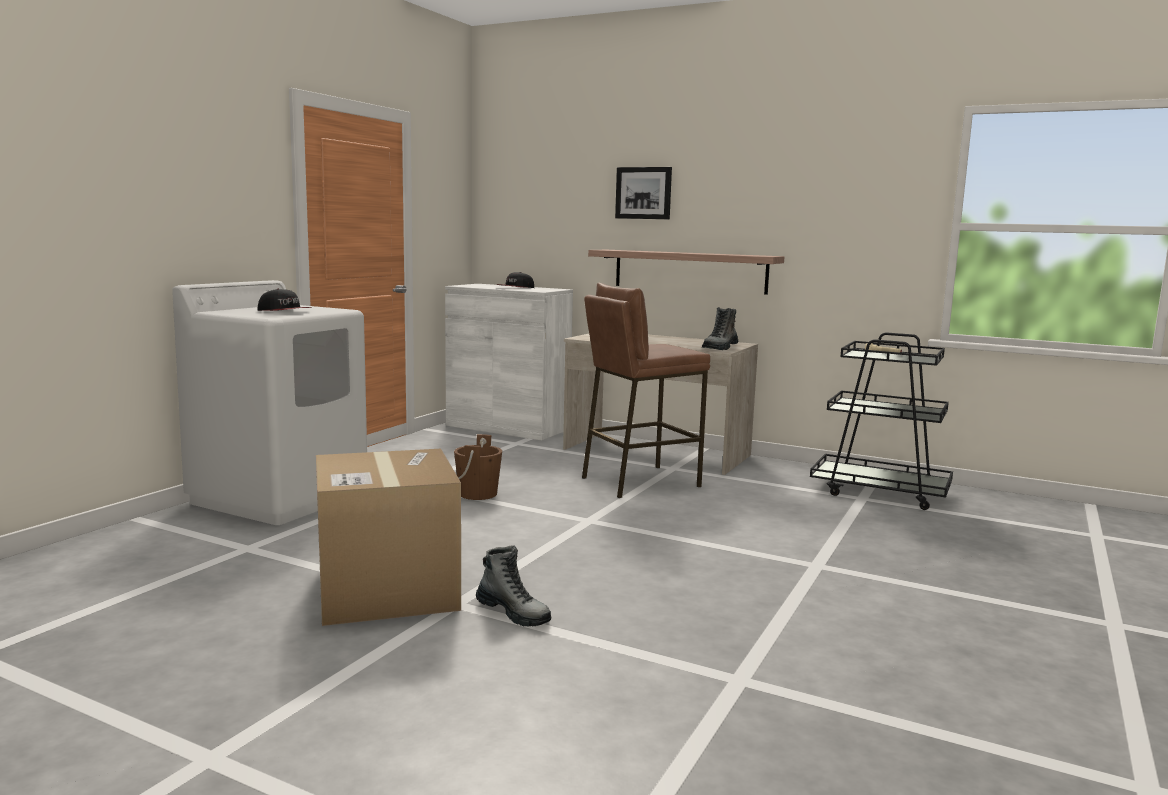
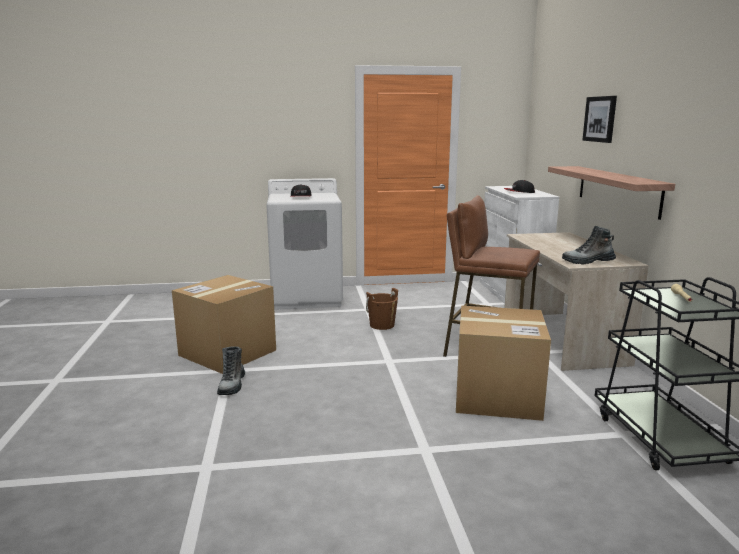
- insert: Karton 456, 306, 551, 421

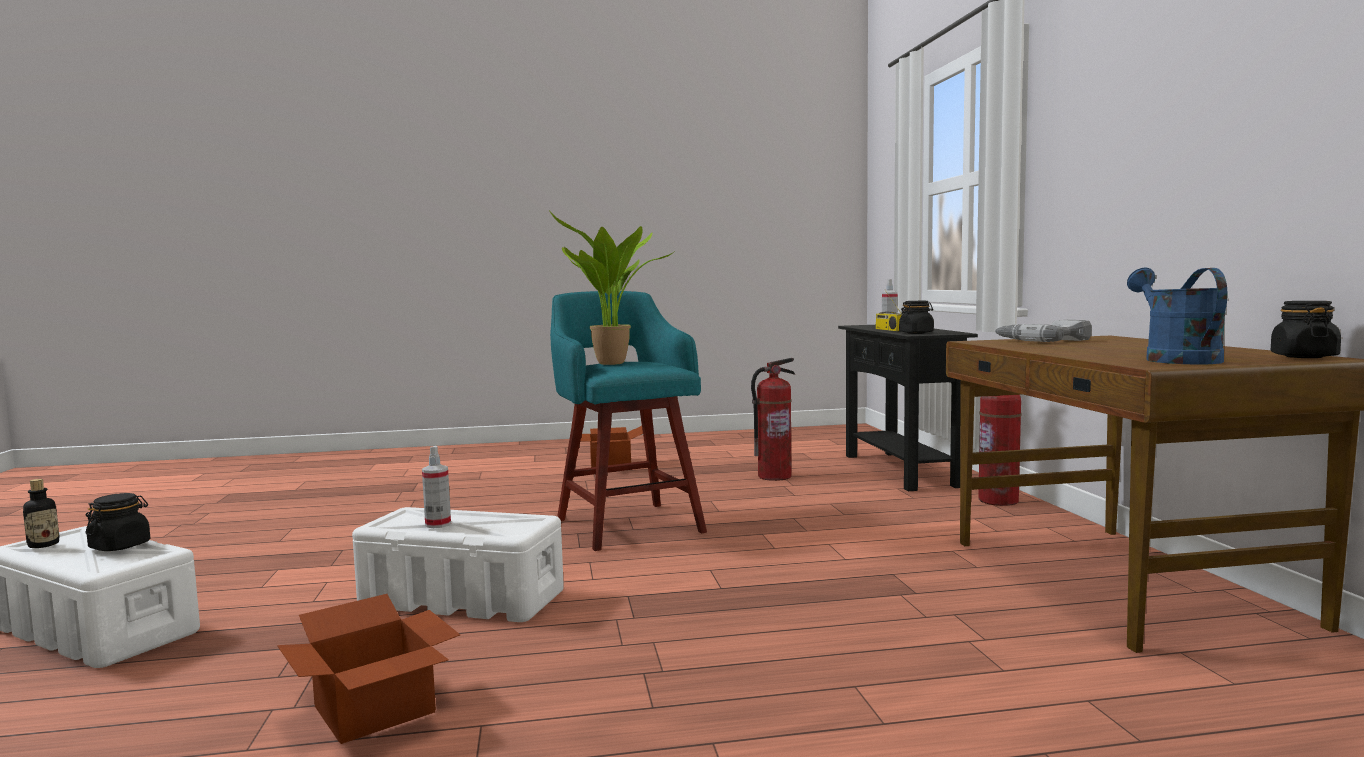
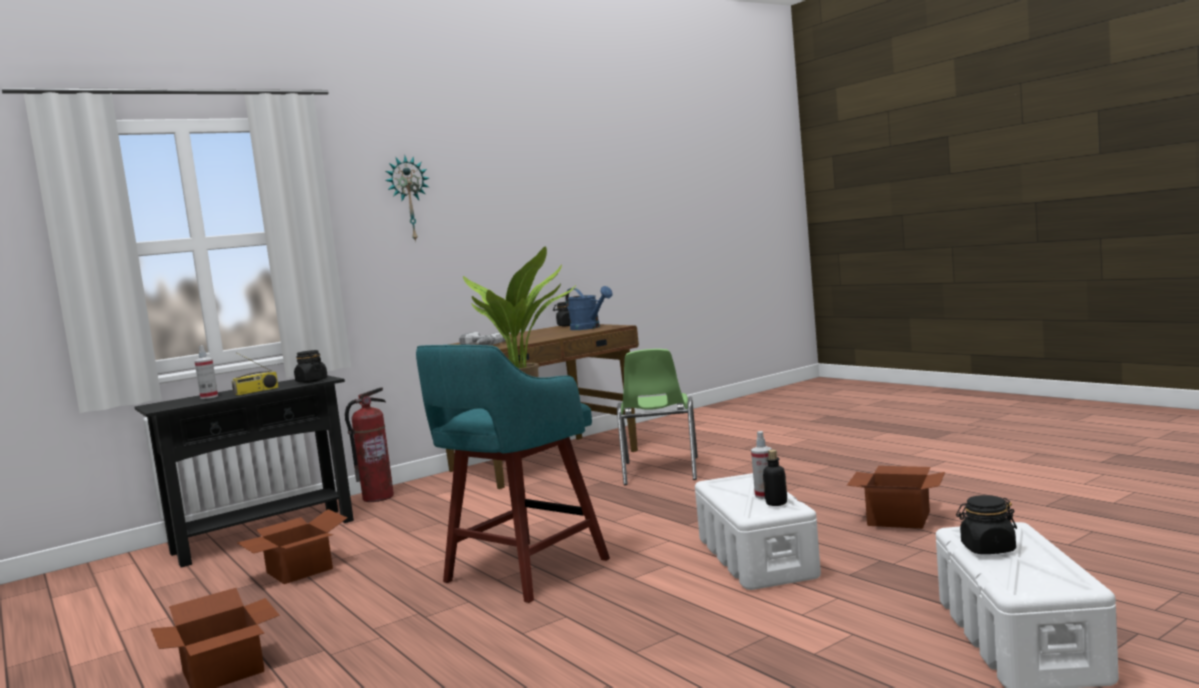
- insert: Wanduhr 385, 155, 429, 242
- insert: Stuhl/grün 617, 349, 698, 485
- move: Flasche 23, 479, 60, 548 to 763, 450, 787, 506
- replace: Feuerlöscher 751, 358, 795, 481 to Karton 237, 509, 347, 584
- rotate: Gießkanne/blau 1127, 268, 1228, 365 = 565, 286, 612, 330 105 degrees counterclockwise

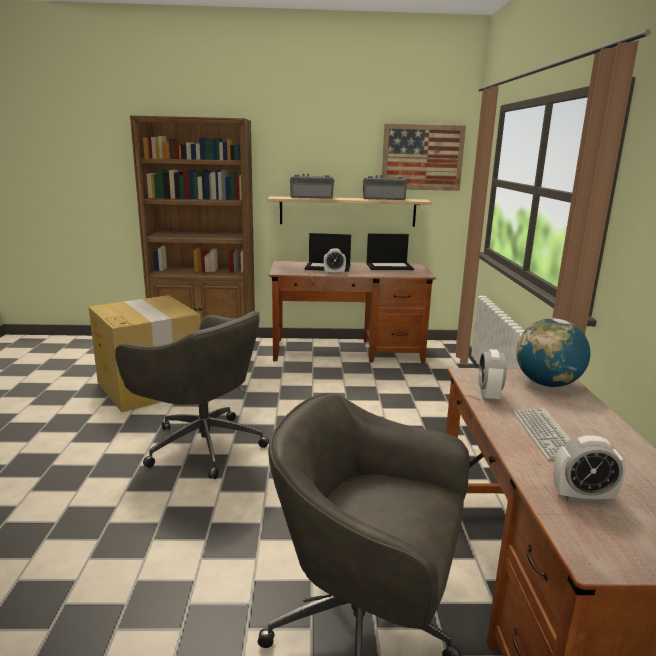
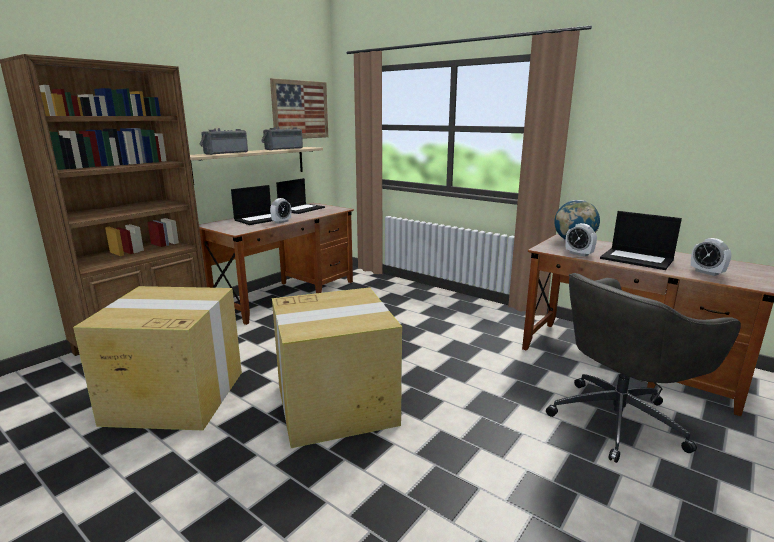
- replace: Bürostuhl/grau 115, 311, 269, 479 to Karton 272, 287, 402, 448
- replace: Tastatur 514, 408, 571, 461 to Laptop 600, 211, 682, 270
- rotate: Wecker 553, 435, 626, 504 = 691, 238, 731, 276 105 degrees clockwise

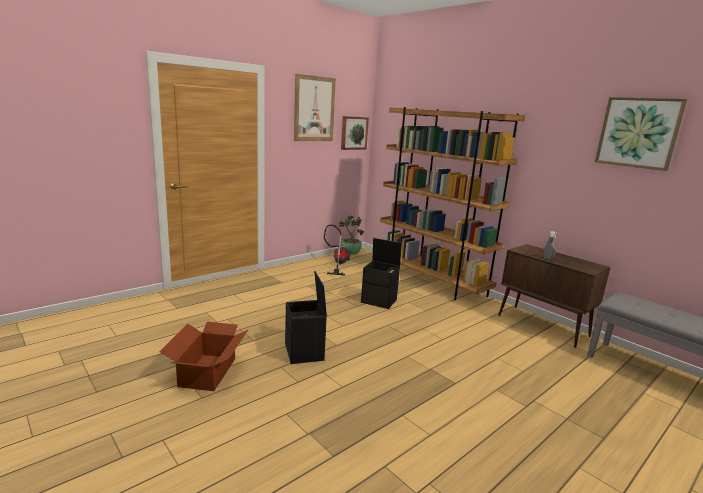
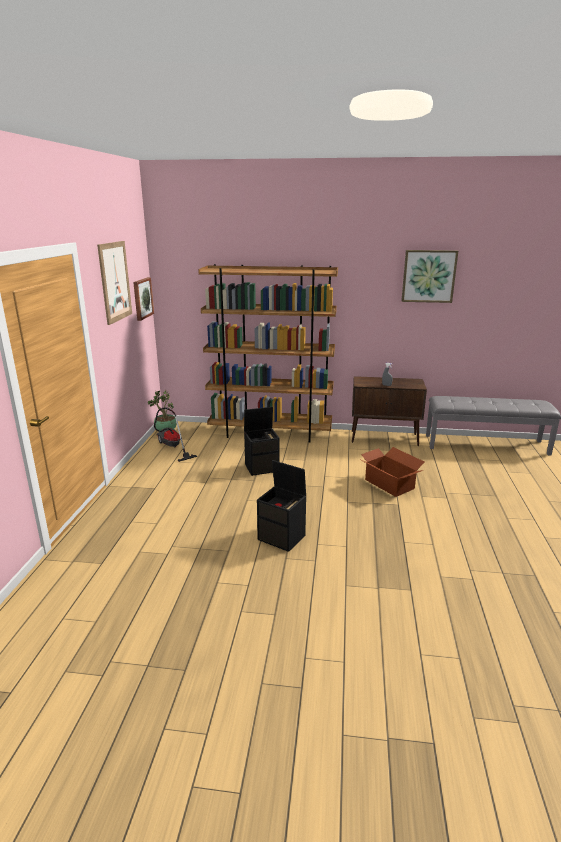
- move: Karton 160, 322, 249, 391 to 359, 447, 424, 497

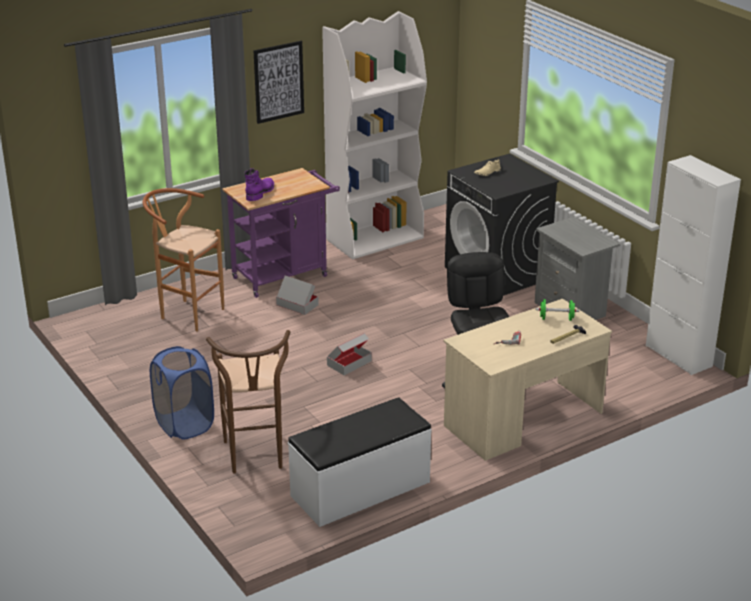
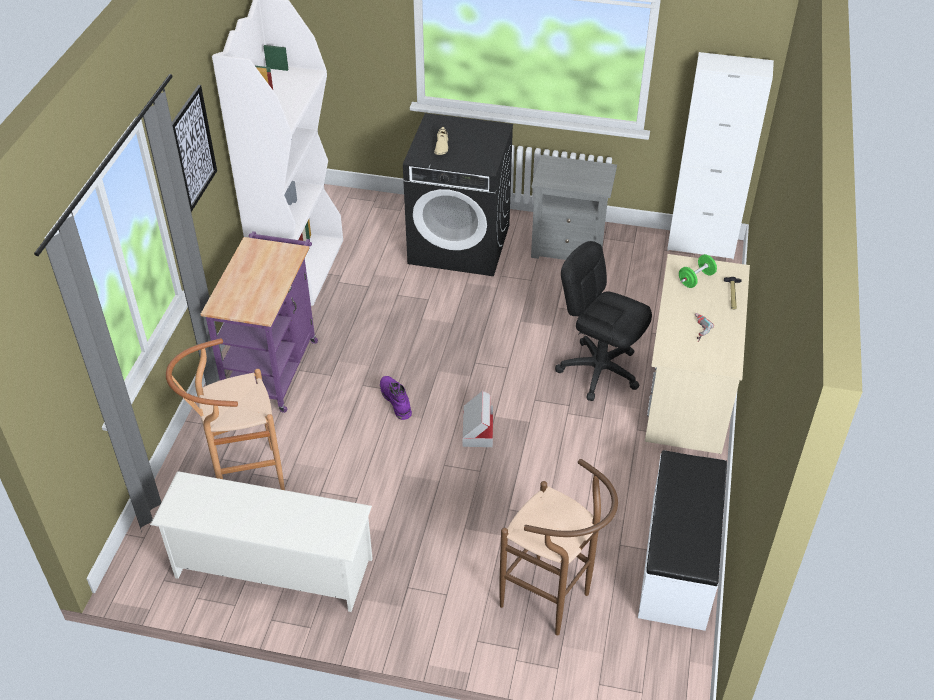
- delete: Wäschekorb/blau 150, 346, 214, 440
- delete: Karton 276, 275, 319, 315
- insert: Schuhregal/weiß 150, 471, 373, 612
- move: Stiefel/lila 244, 168, 274, 201 to 380, 376, 412, 420

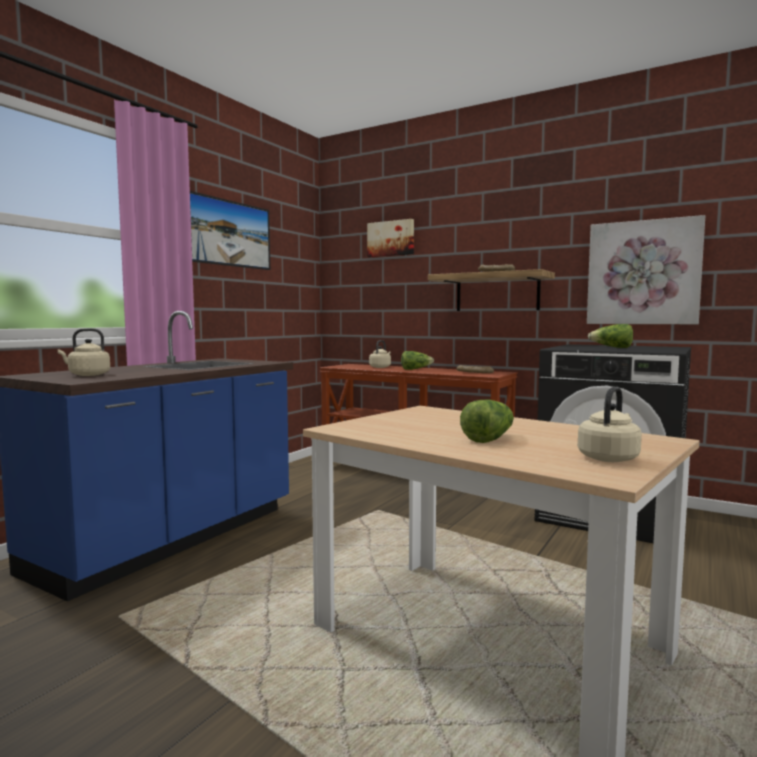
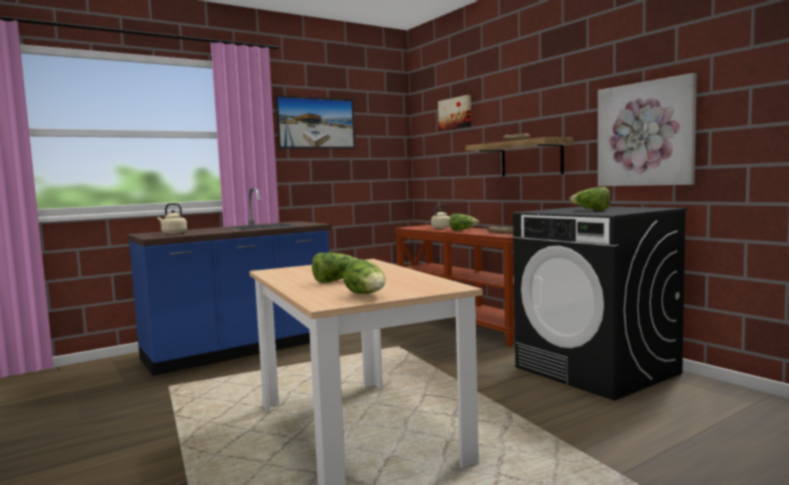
- replace: Wasserkessel/beige 578, 387, 642, 462 to Salatkopf 343, 259, 385, 294

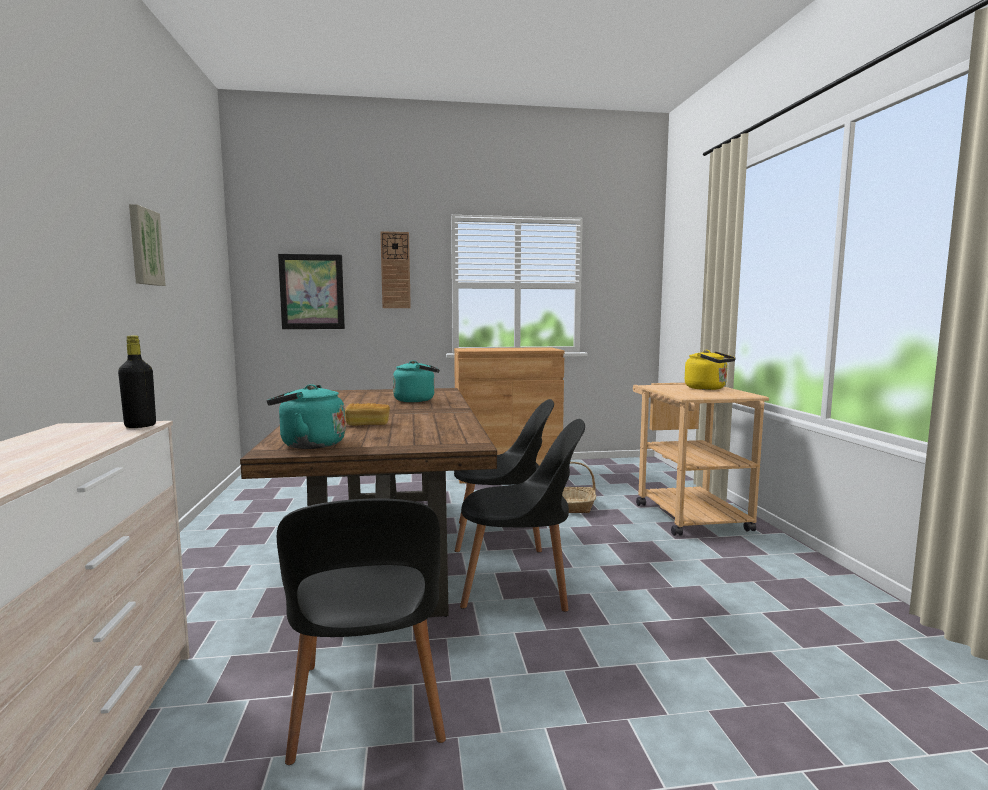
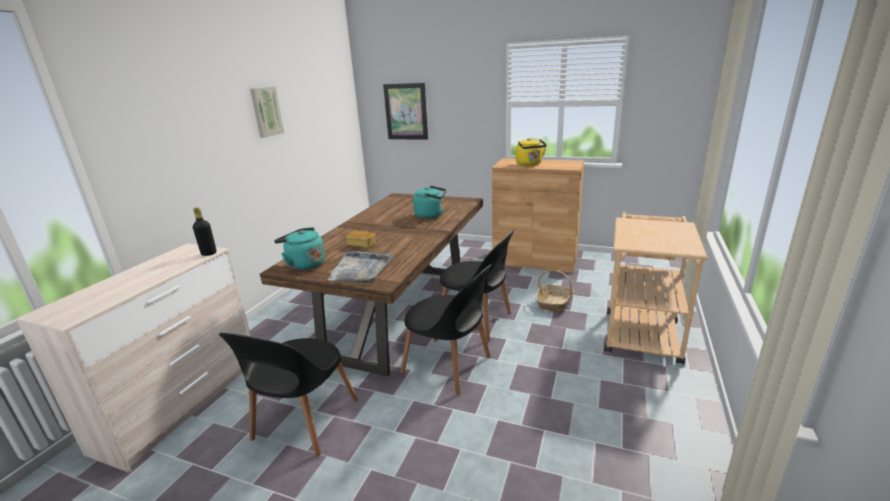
- delete: Wanduhr 380, 231, 411, 308
- insert: Tablett/grau 327, 251, 392, 283
- move: Wasserkessel/gelb 685, 350, 736, 390 to 516, 138, 547, 166

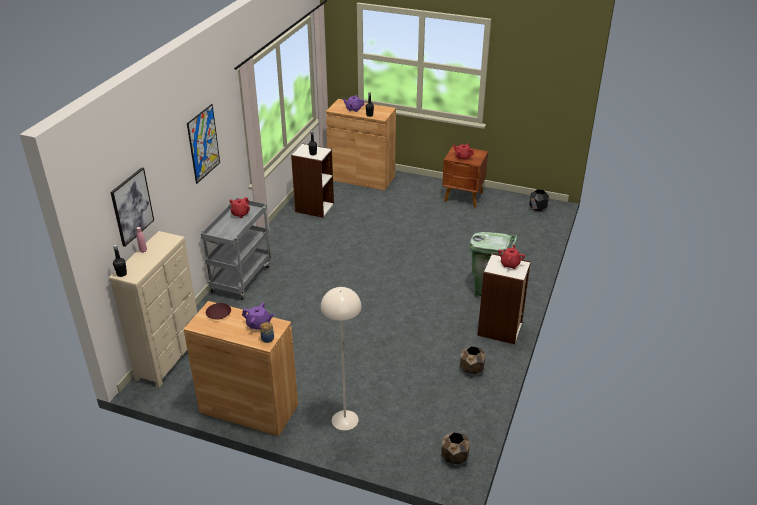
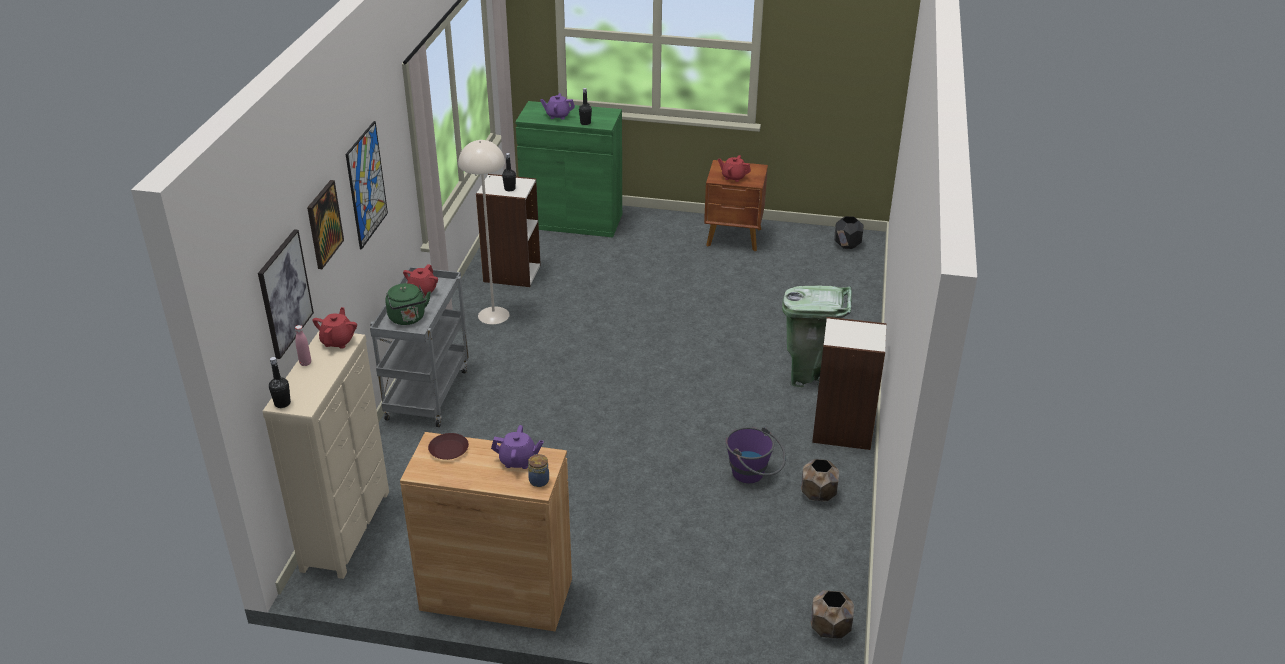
- insert: Bild 307, 180, 344, 269
- insert: Wasserkessel/grün 385, 283, 431, 325
- insert: Eimer/lila 725, 427, 786, 483
- move: Stehlampe/beige 321, 287, 362, 430 to 458, 140, 510, 324
- move: Teekanne/rot 498, 245, 525, 269 to 313, 307, 357, 349
- recolor: Schrank/braun 326, 99, 396, 191 to Schrank/grün 515, 101, 622, 237

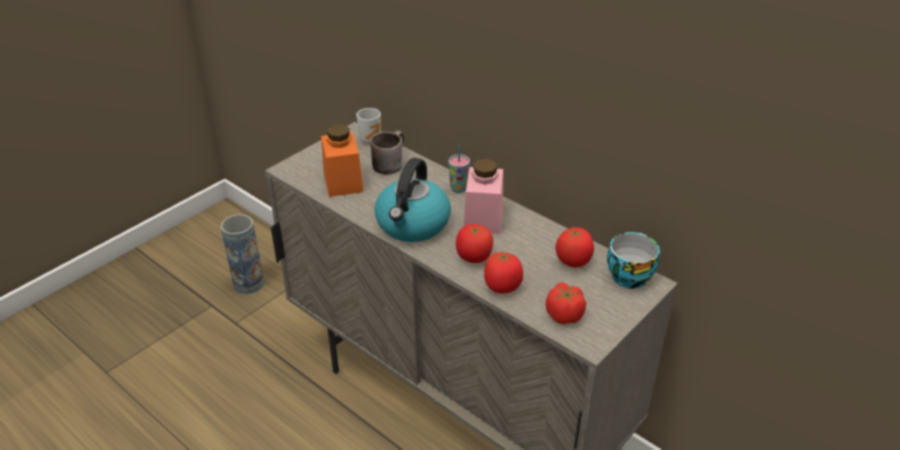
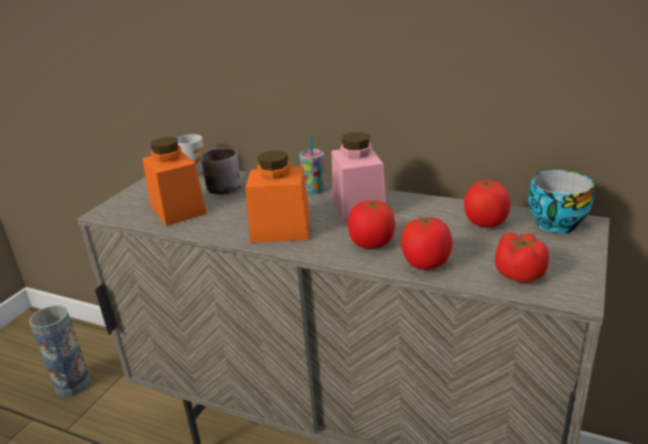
- replace: Wasserkessel 375, 158, 451, 242 to Vorratsglas/orange 245, 151, 310, 243

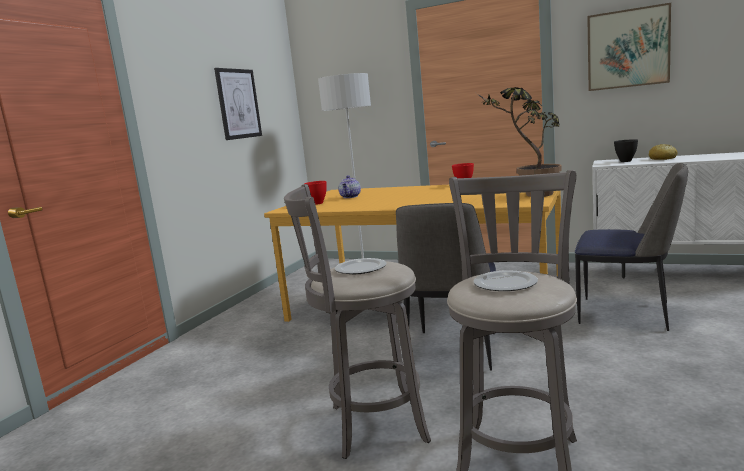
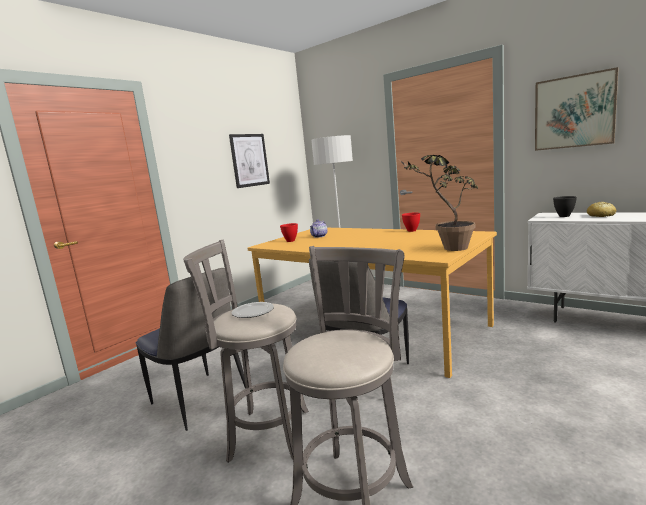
- delete: Teller 473, 270, 538, 291
- move: Stuhl 575, 163, 688, 331 to 136, 268, 246, 431

